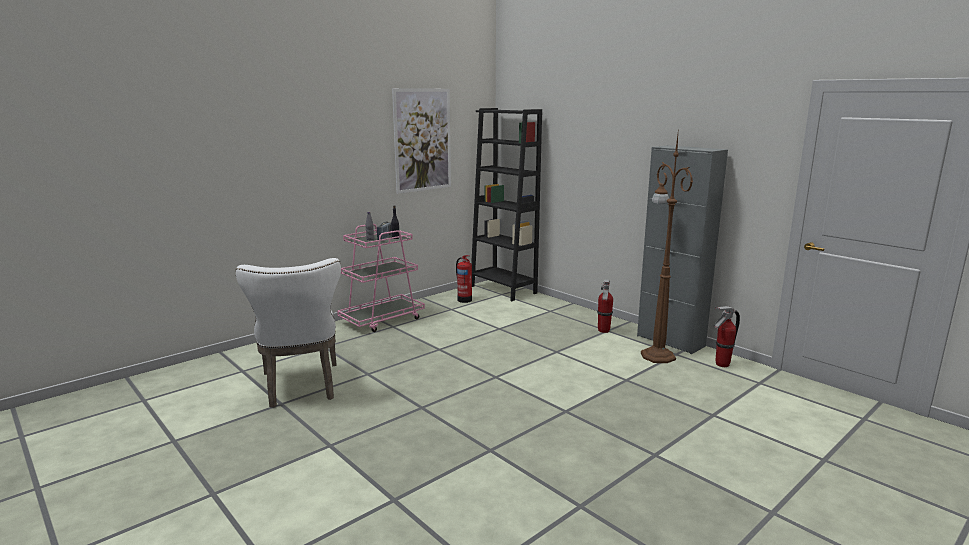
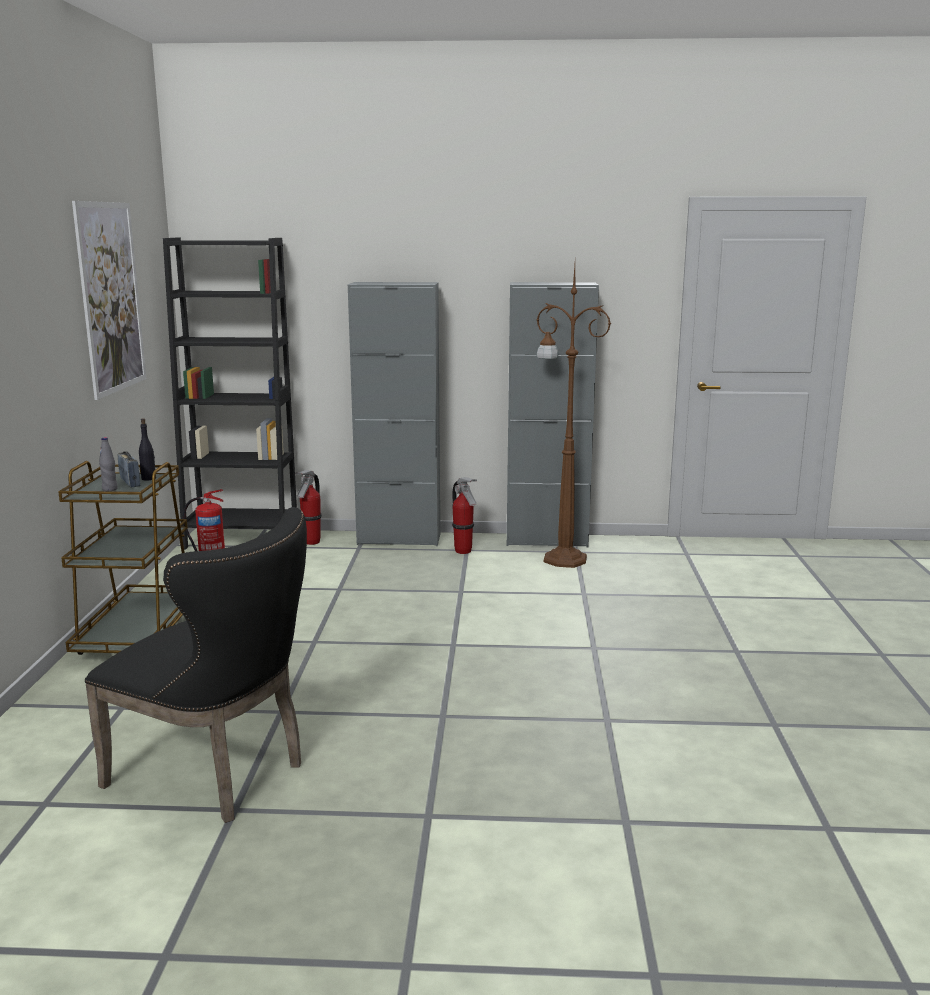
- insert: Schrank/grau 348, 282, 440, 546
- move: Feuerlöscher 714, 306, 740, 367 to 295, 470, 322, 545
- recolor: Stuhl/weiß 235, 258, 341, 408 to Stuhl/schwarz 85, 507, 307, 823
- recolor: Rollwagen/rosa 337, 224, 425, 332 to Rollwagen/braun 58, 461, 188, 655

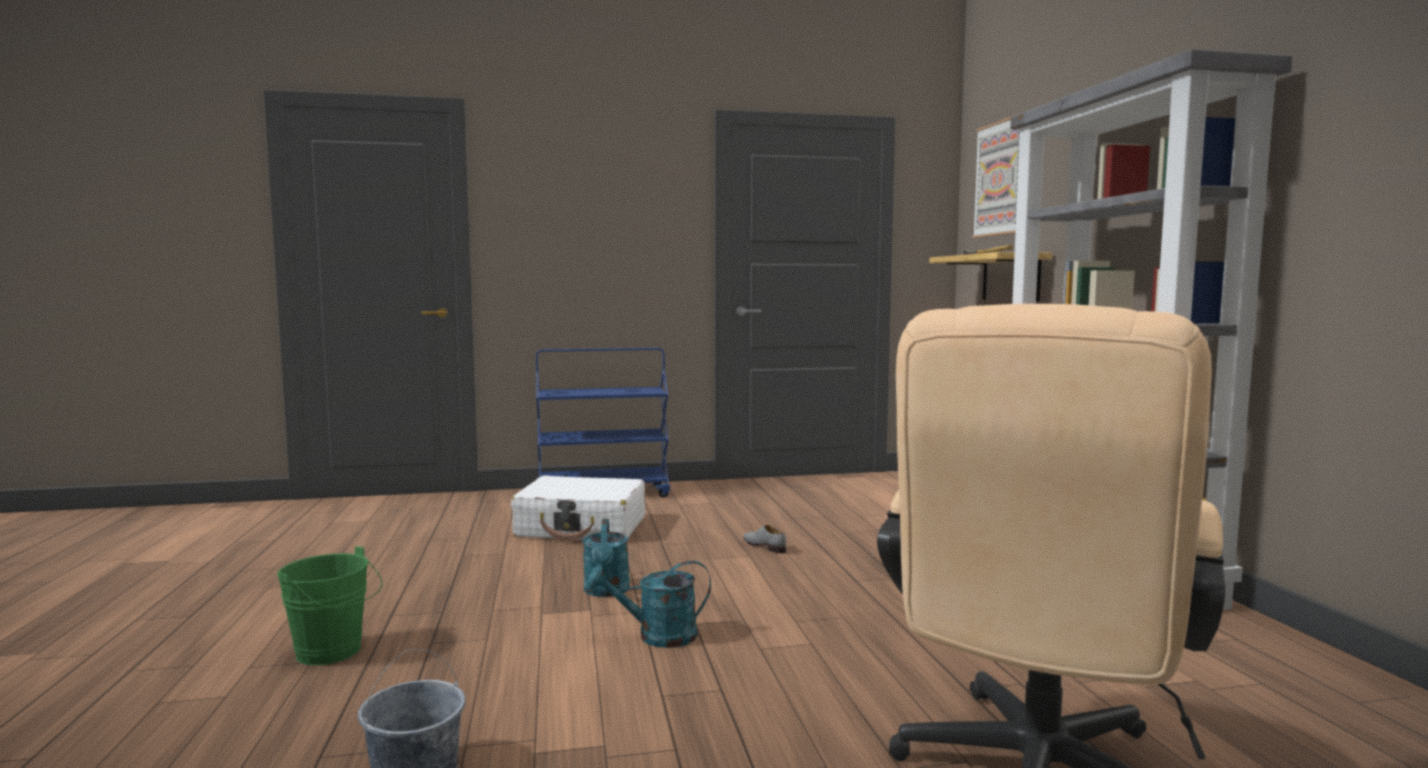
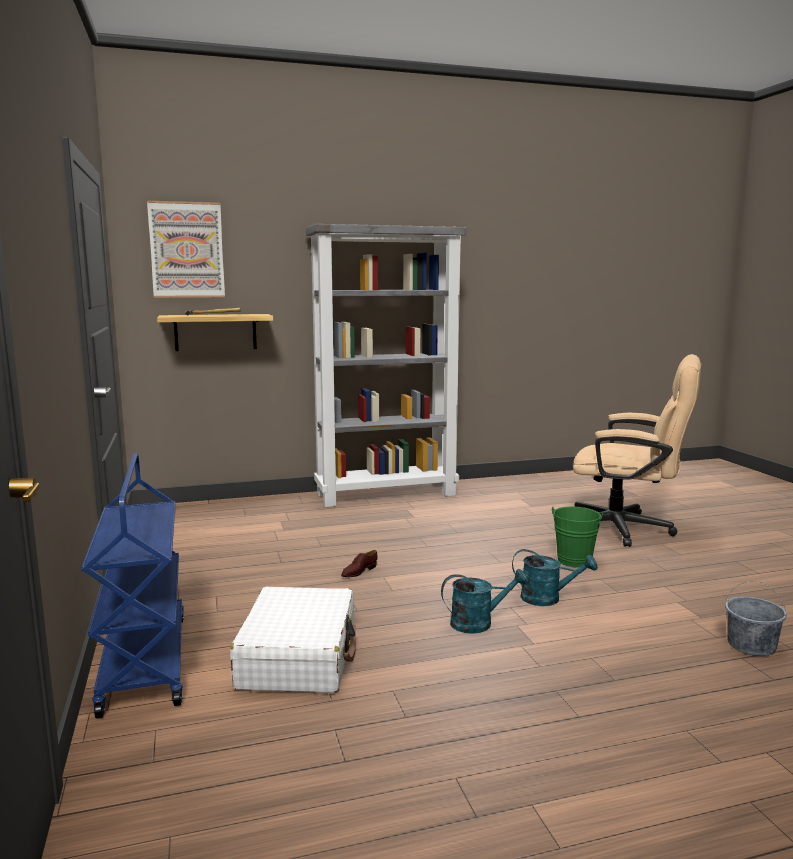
- move: Eimer/grün 277, 546, 382, 666 to 552, 506, 603, 568
- recolor: Schuh/grau 743, 525, 786, 553 to Schuh/braun 341, 550, 378, 577
- rotate: Gießkanne/türkis 587, 561, 711, 648 = 512, 549, 598, 606 60 degrees counterclockwise

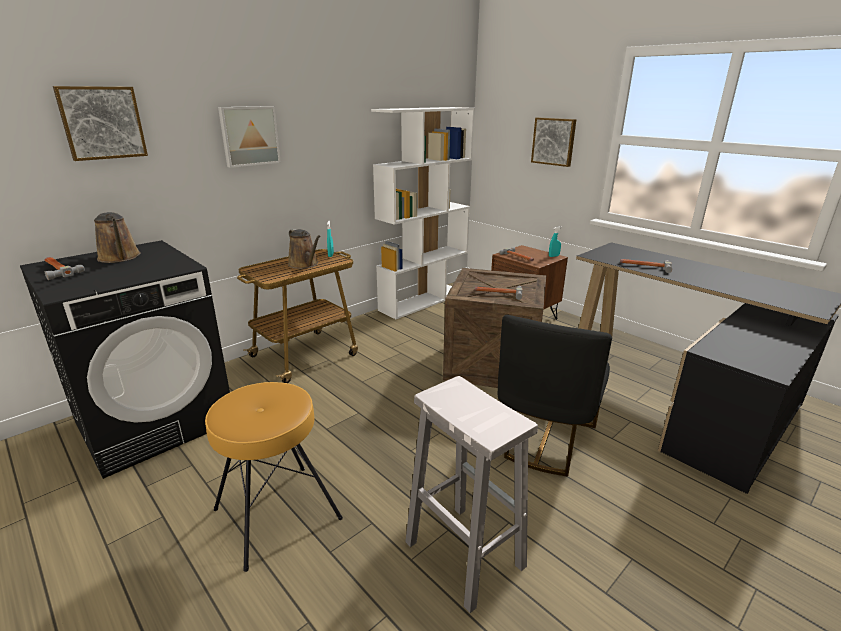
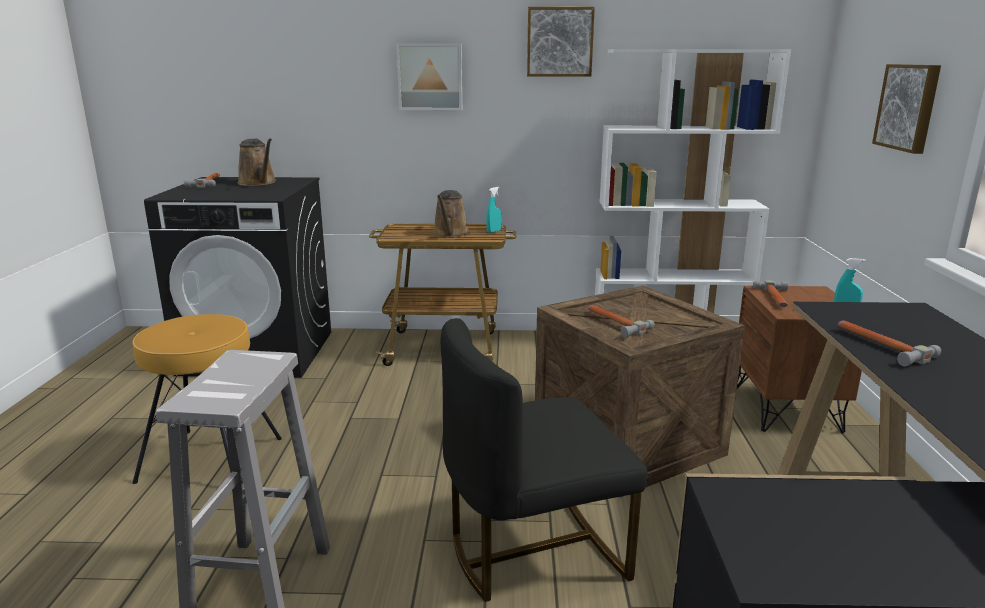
- move: Bild 53, 86, 148, 161 to 527, 7, 595, 76
- rotate: Gießkanne/braun 94, 212, 141, 263 = 238, 138, 276, 186 45 degrees counterclockwise

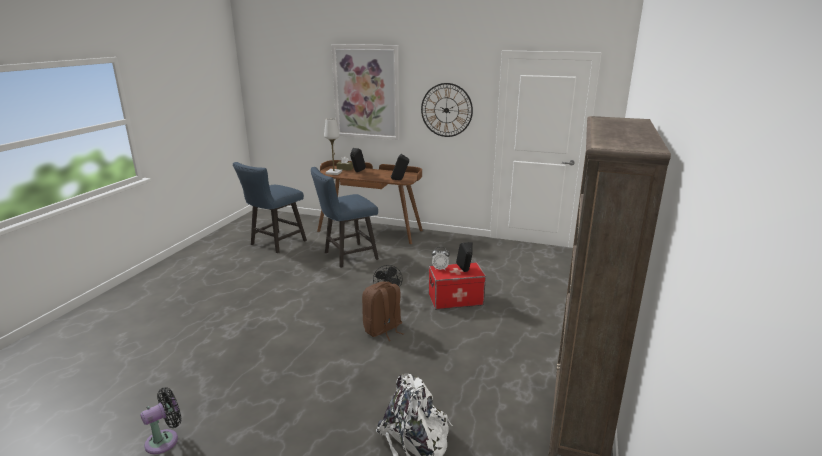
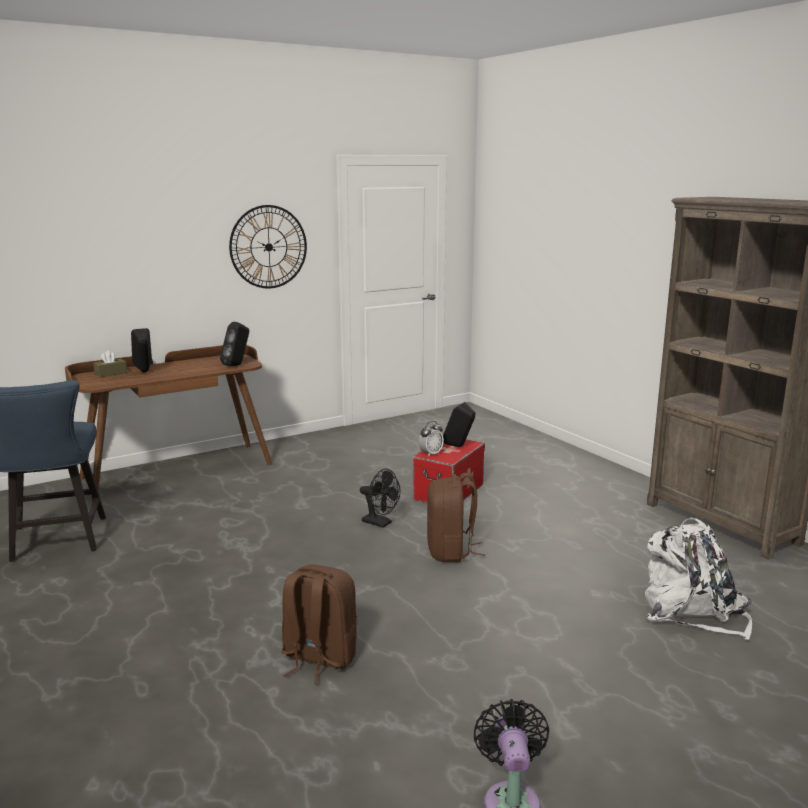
- delete: Stuhl/blau 311, 167, 379, 268
- delete: Tischlampe/weiß 324, 118, 342, 175
- delete: Bild 332, 44, 399, 140
- insert: Rucksack/braun 281, 564, 357, 684

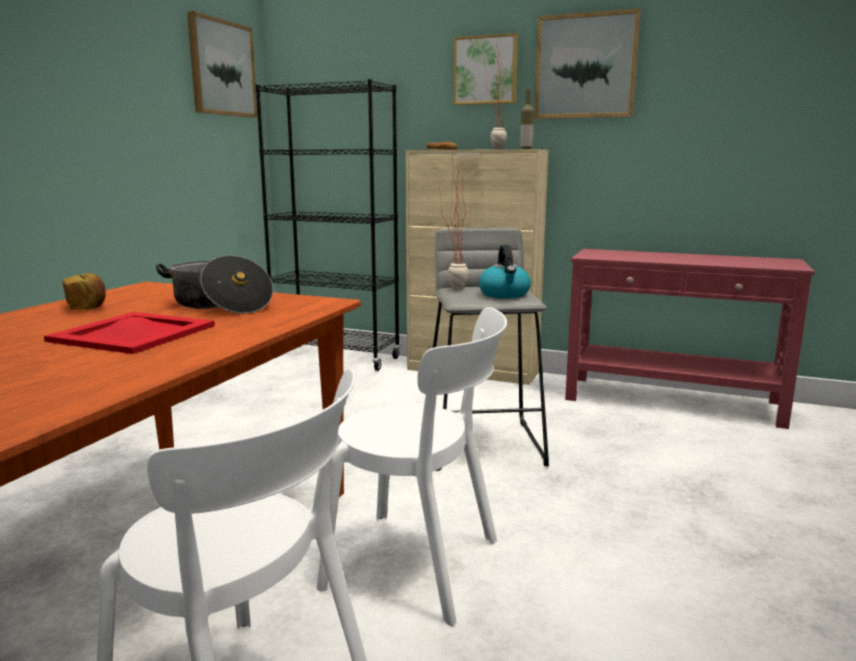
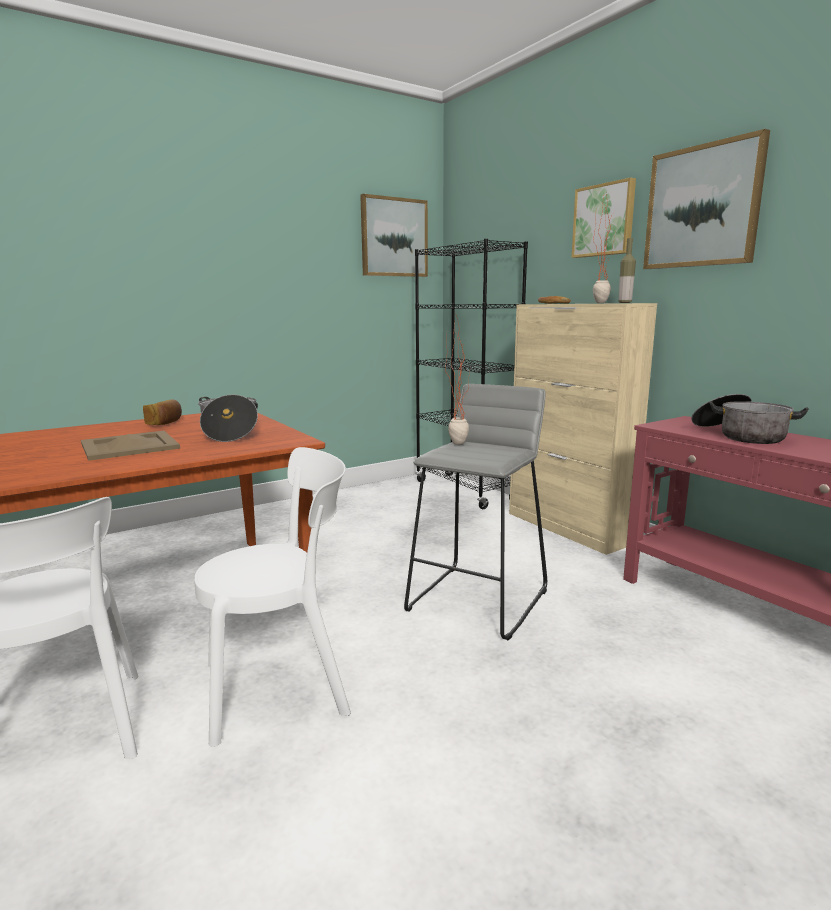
- delete: Wasserkessel 479, 245, 531, 298
- insert: Kochtopf 691, 394, 809, 444
- recolor: Tablett/rot 44, 312, 215, 354 to Tablett/beige 81, 431, 180, 461
- rotate: Stuhl/weiß 316, 307, 507, 626 = 195, 447, 351, 747 75 degrees counterclockwise

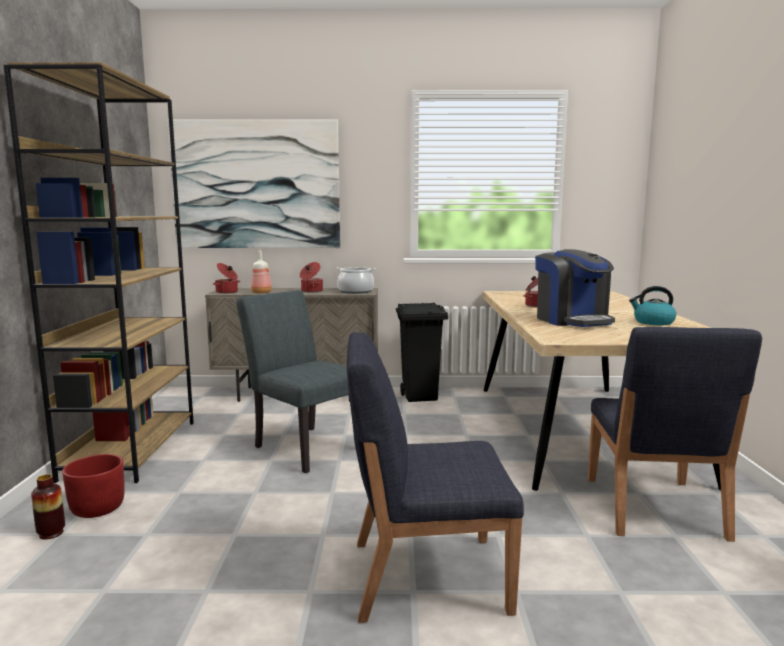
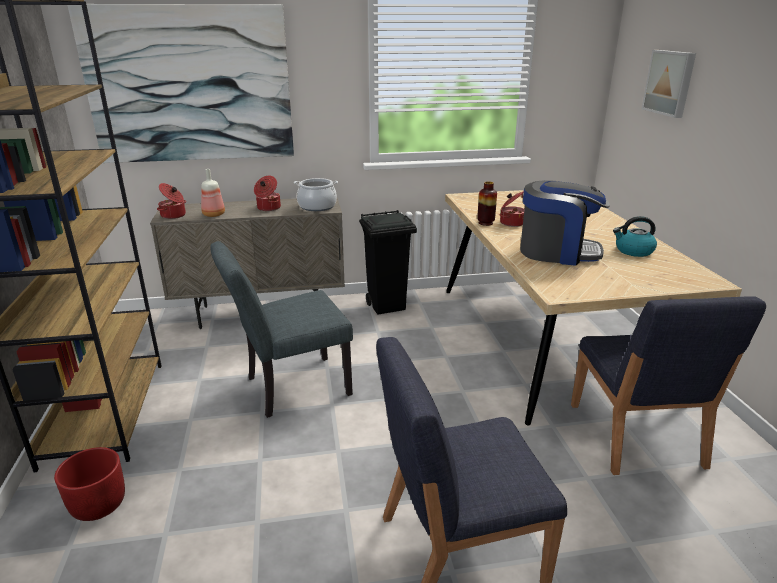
- insert: Bild 642, 50, 696, 118
- move: Vase 31, 474, 65, 539 to 477, 182, 497, 226
- rotate: Stuhl/grau 237, 290, 349, 473 = 210, 241, 353, 418 60 degrees counterclockwise
- rotate: Kaffeemaschine 535, 249, 615, 327 = 520, 180, 610, 266 45 degrees counterclockwise

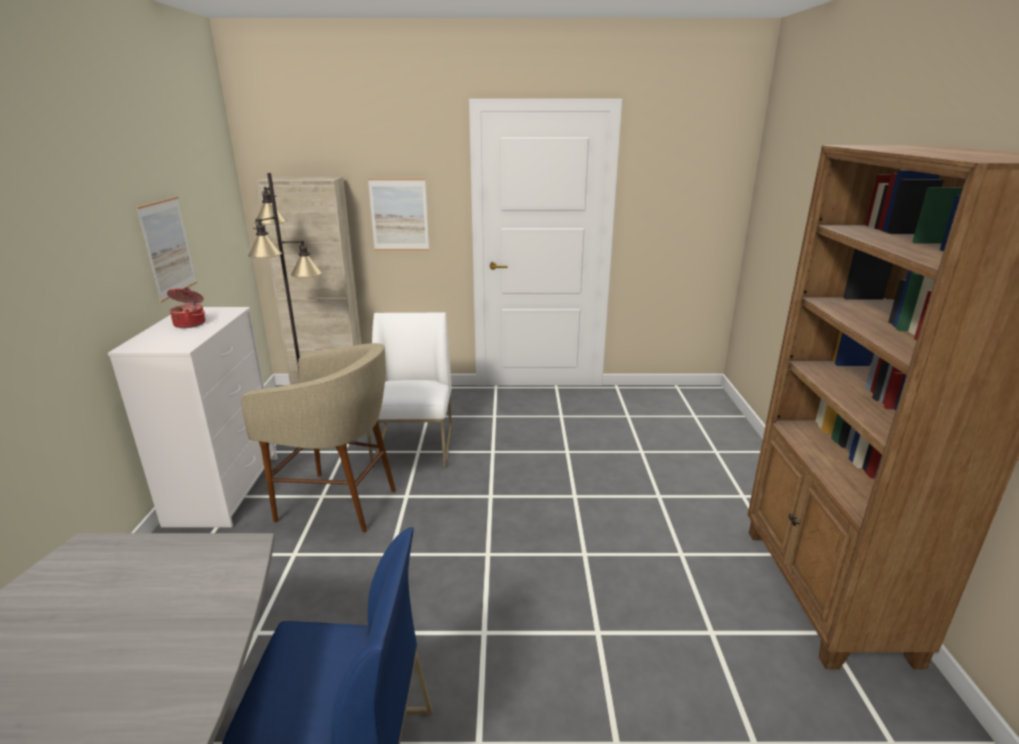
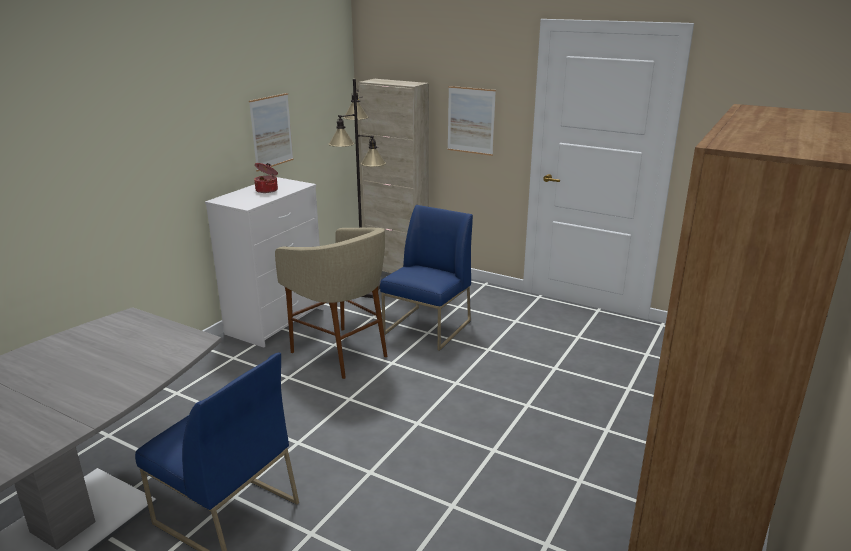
- recolor: Stuhl/weiß 367, 312, 452, 468 to Stuhl/blau 380, 205, 473, 351

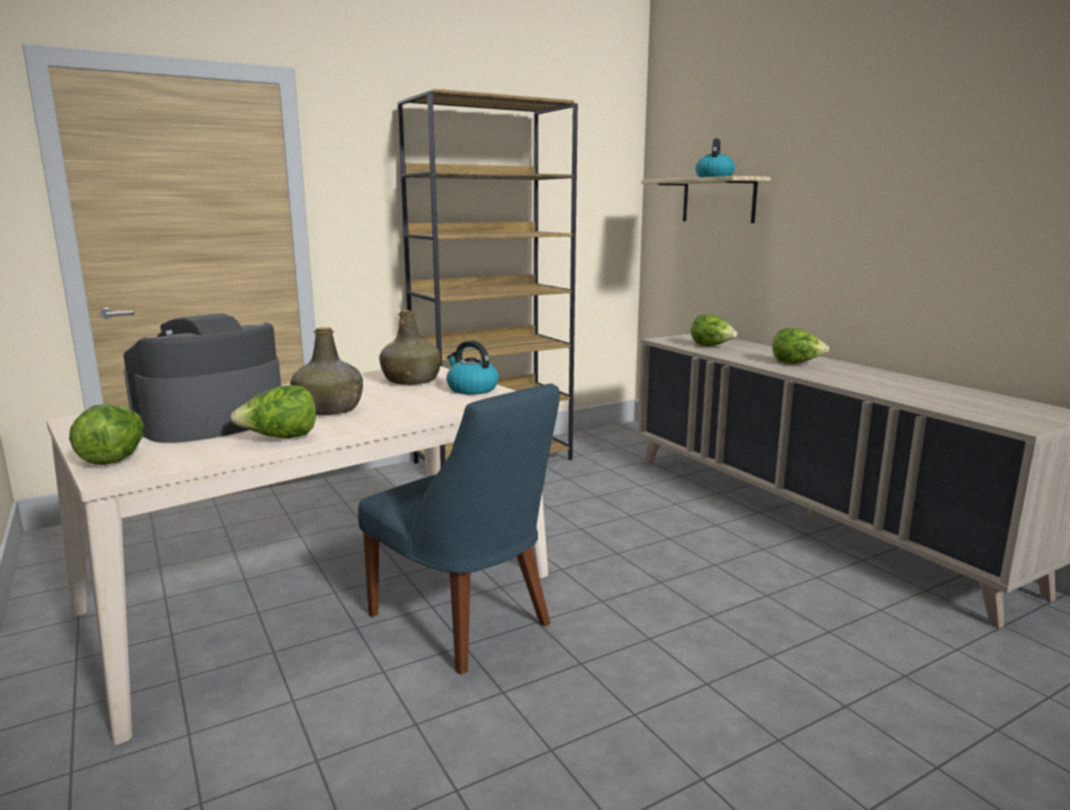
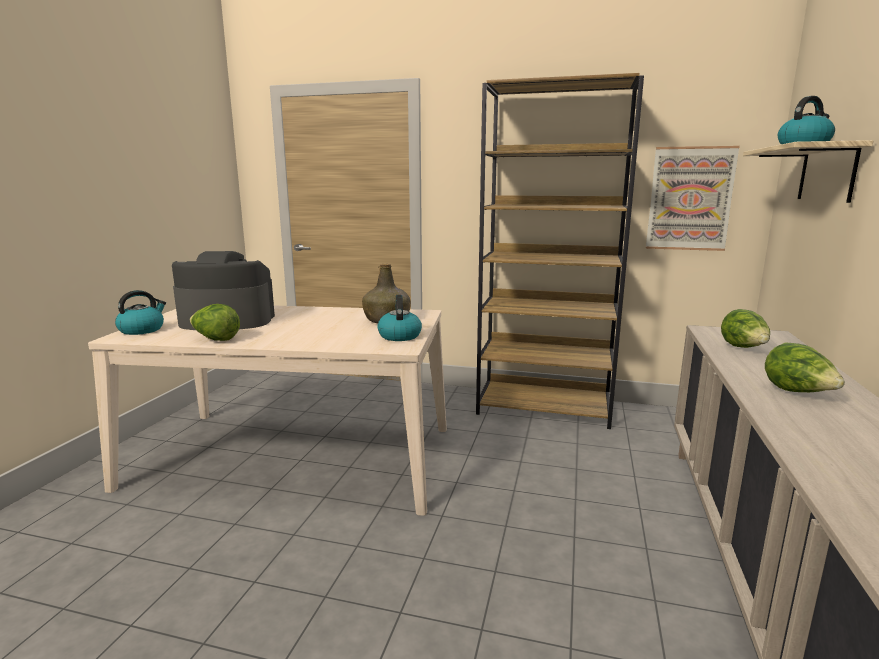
- delete: Flasche/grün 290, 327, 363, 415
- delete: Stuhl/blau 358, 383, 560, 675
- insert: Bild 646, 146, 740, 251
- replace: Salatkopf 69, 404, 144, 465 to Wasserkessel 115, 290, 166, 335

